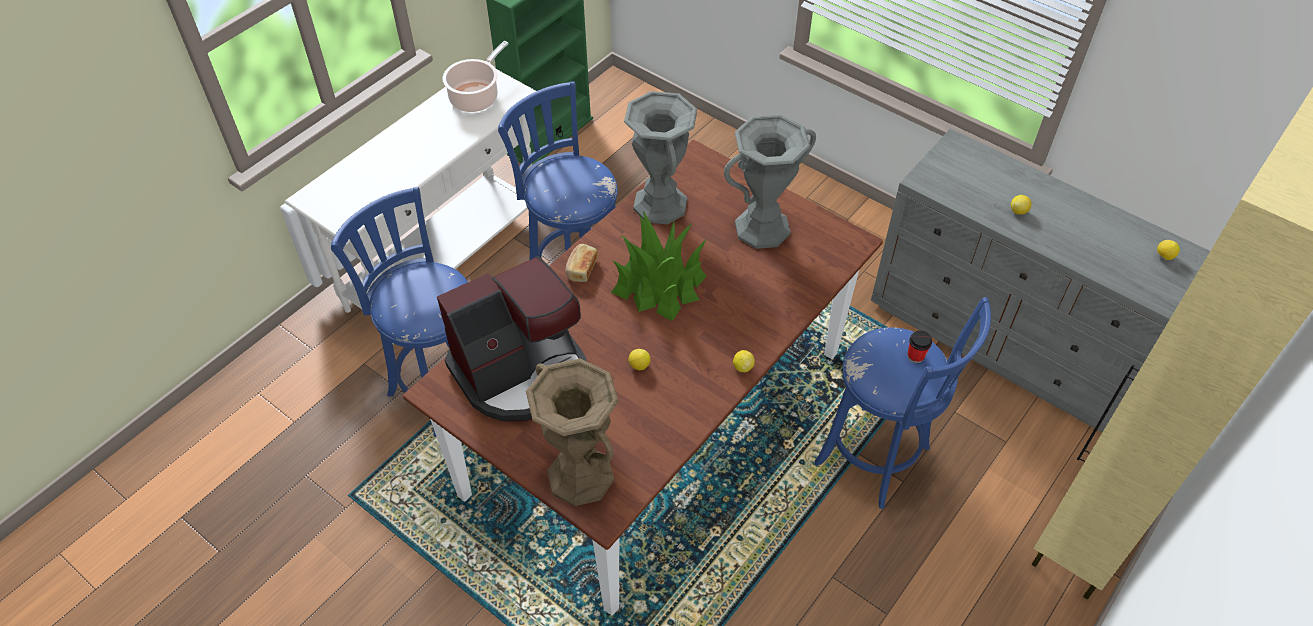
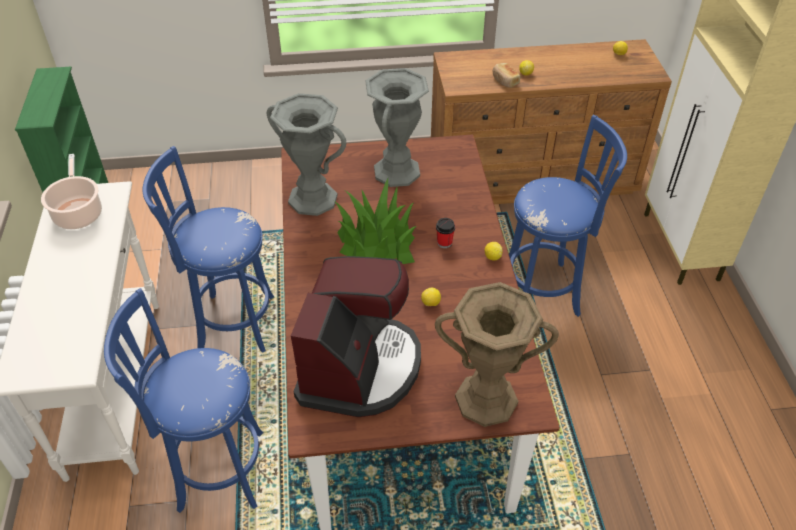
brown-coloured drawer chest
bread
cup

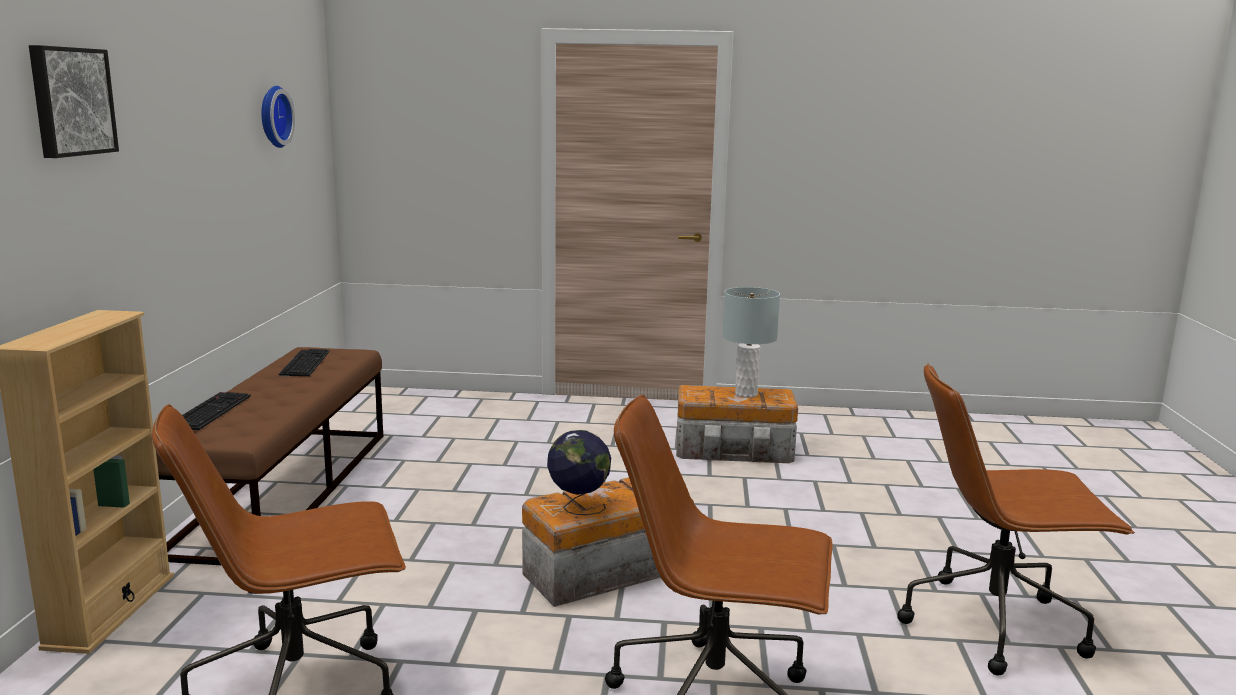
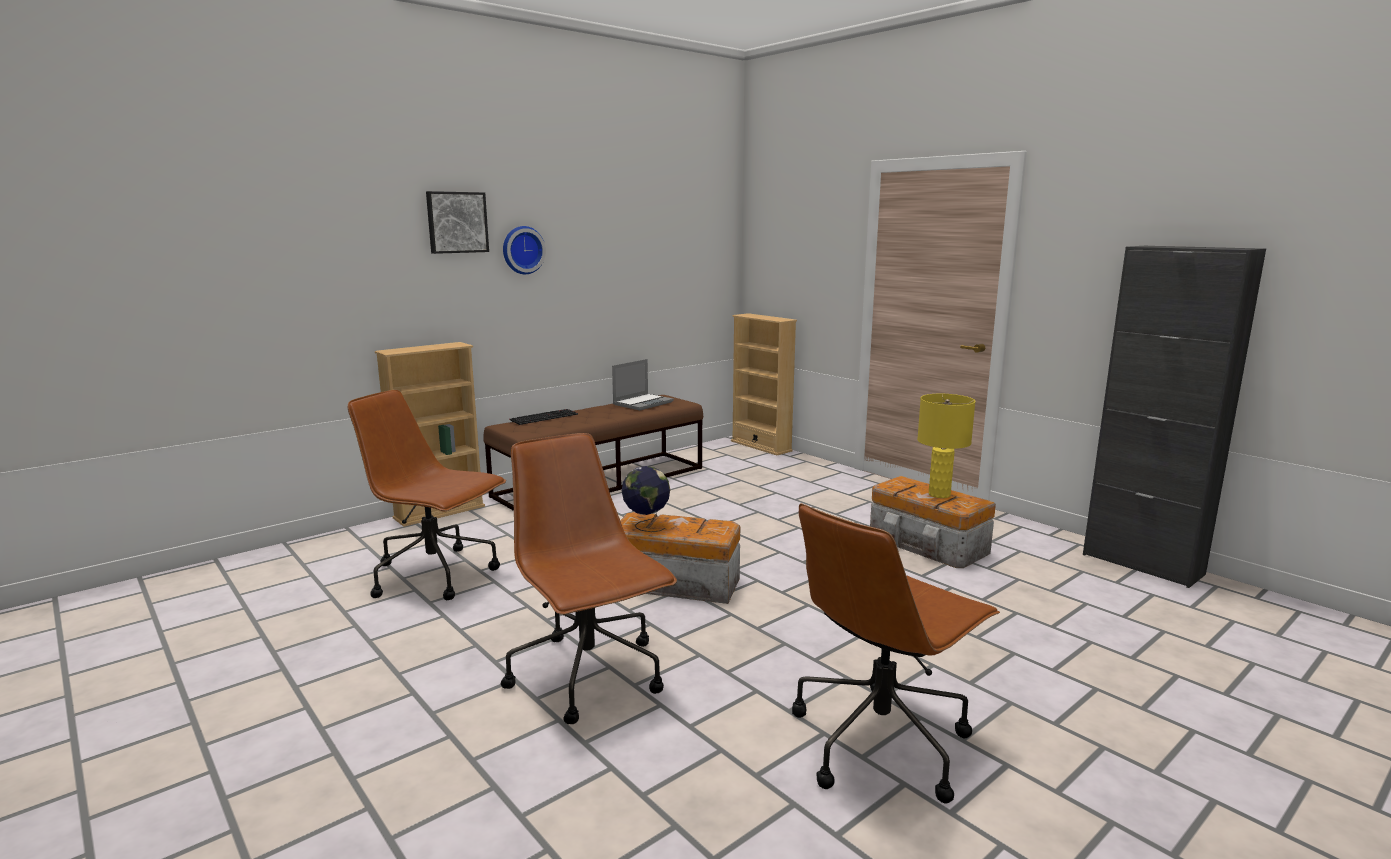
hanging clock
yellowish lamp for a table
laptop
brown-coloured computer chair (3rd from left)
blackish cupboard
beige-coloured bookcase (2nd from left)

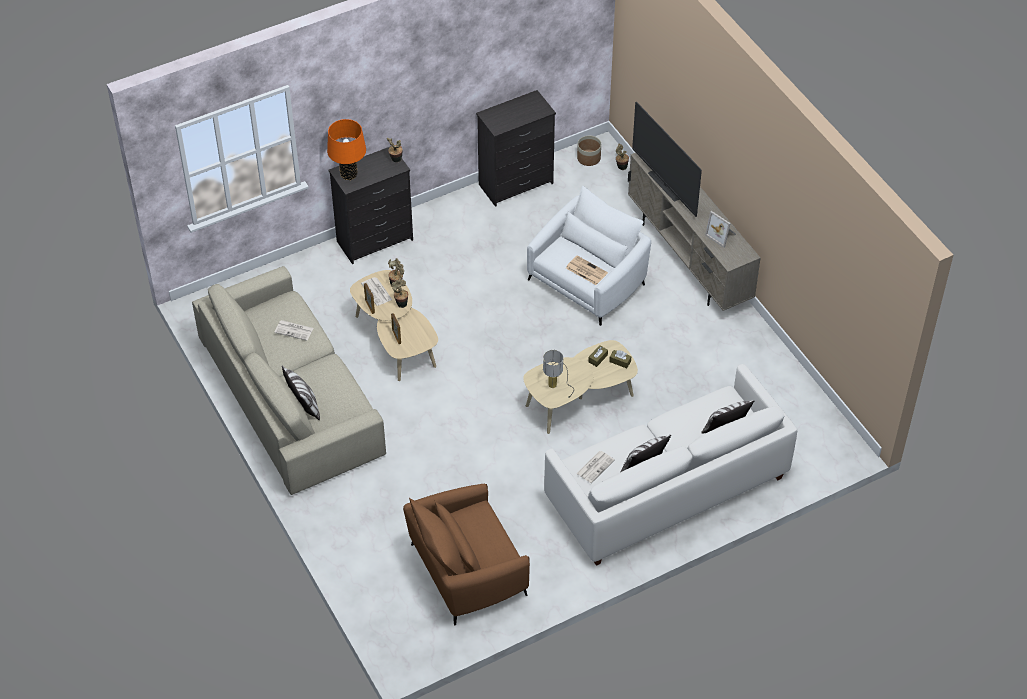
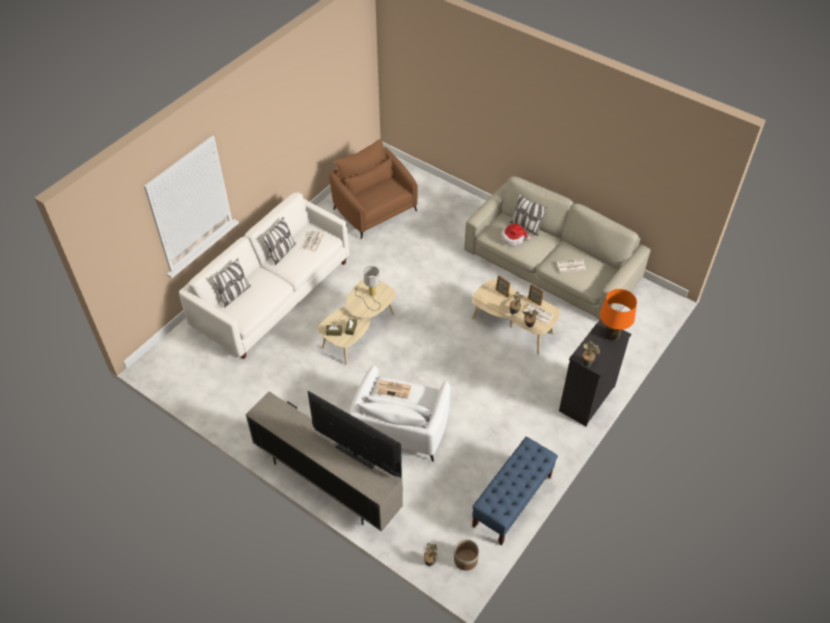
blue-coloured bench
picture frame (3rd from left in the first image)
brown-coloured lounge chair
clothing hat

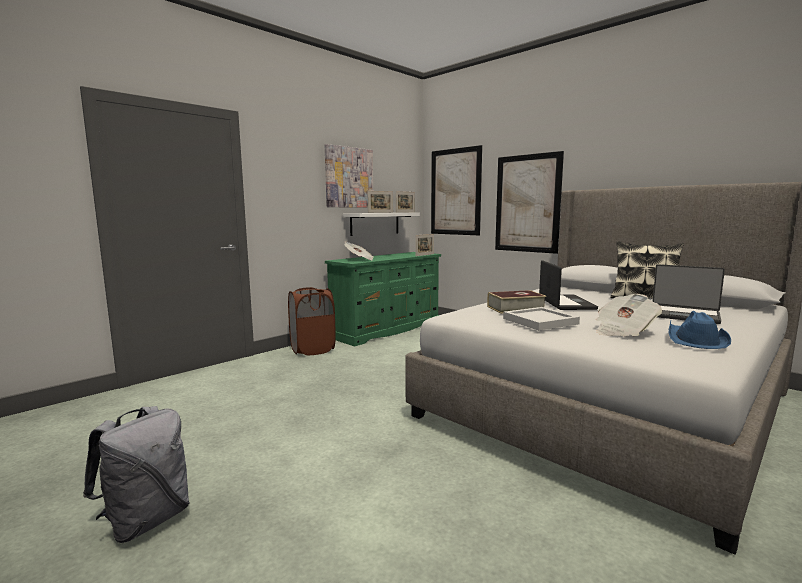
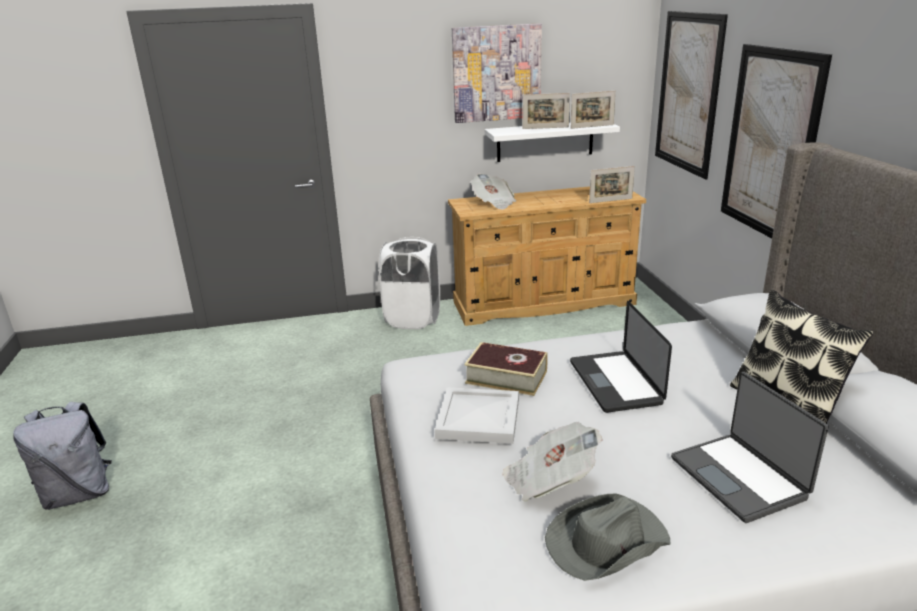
beige-coloured drawer chest
laptop (1st from left)
white-coloured hamper
grey clothing hat

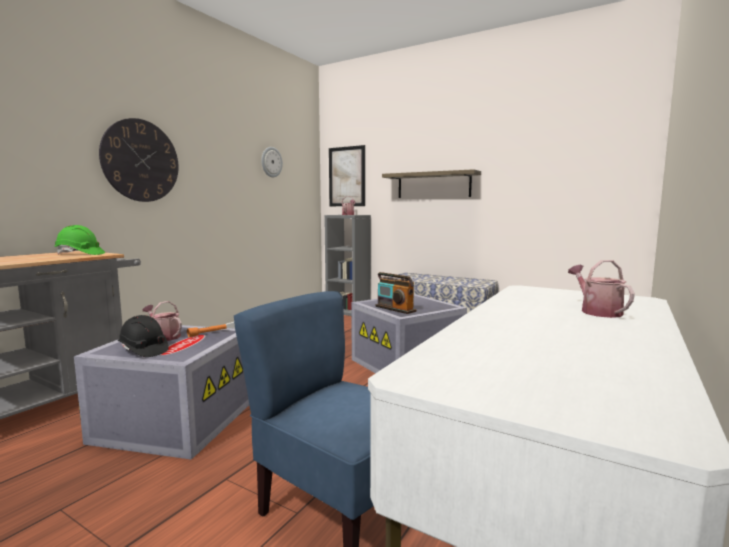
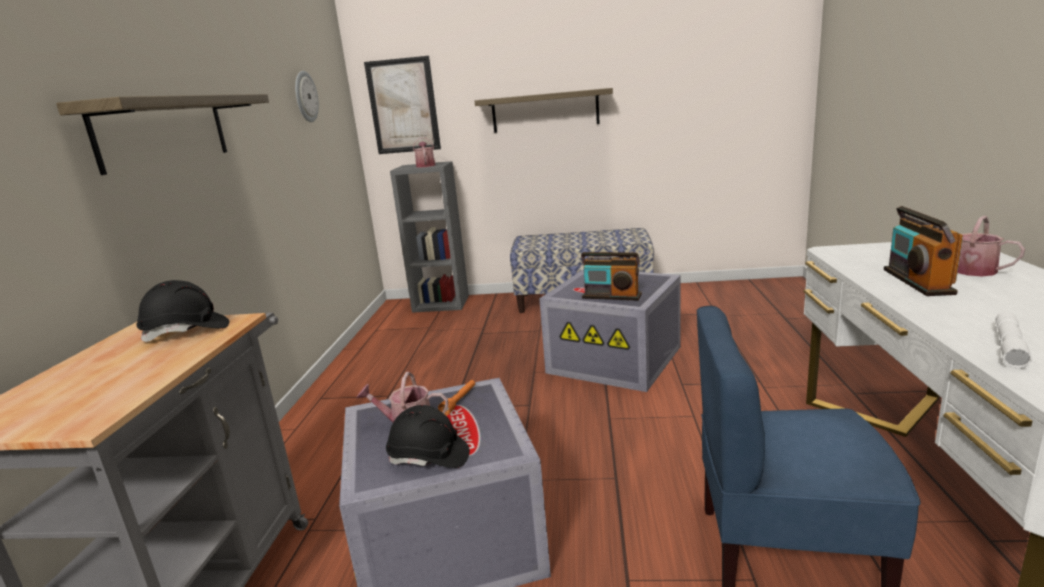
wall shelf (1st from left)
blackish work helmet (1st from left)
radio (2nd from left)
white-coloured flashlight

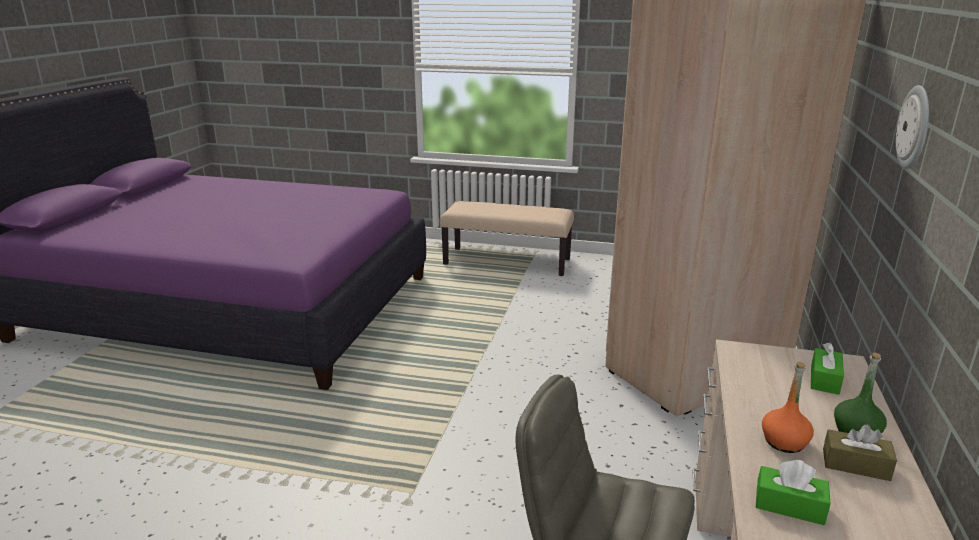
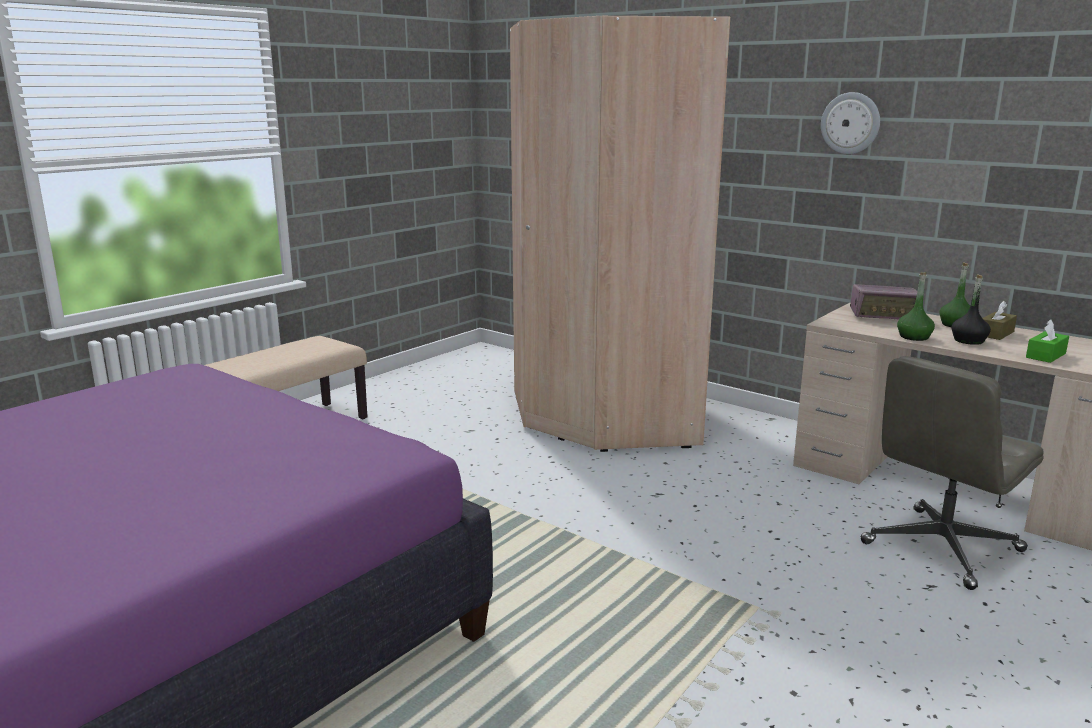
radio
blackish beverage bottle
greenish beverage bottle (1st from left)

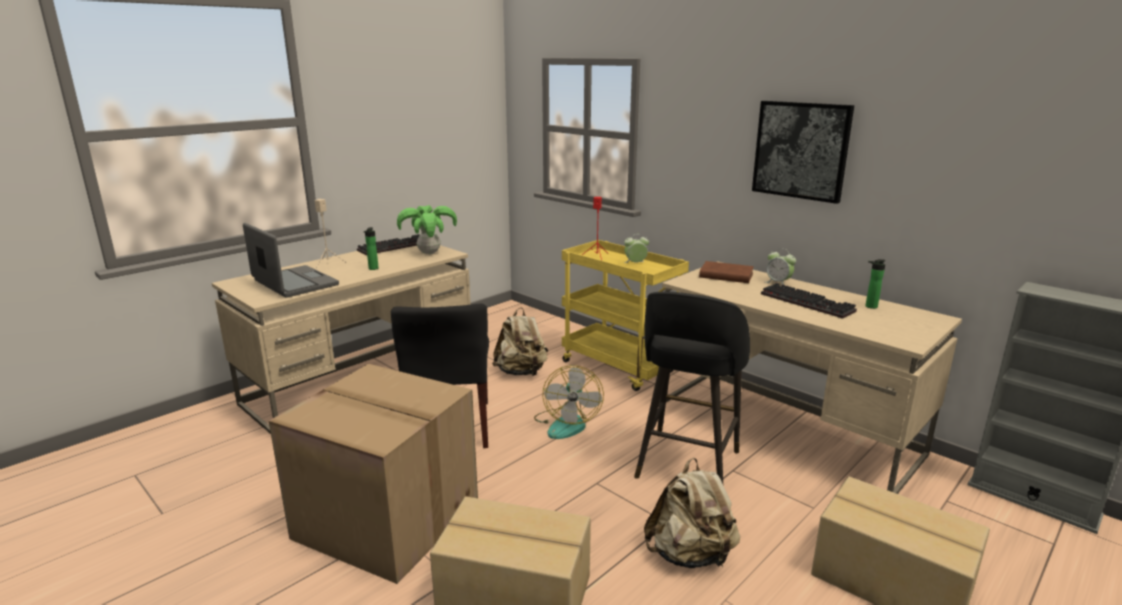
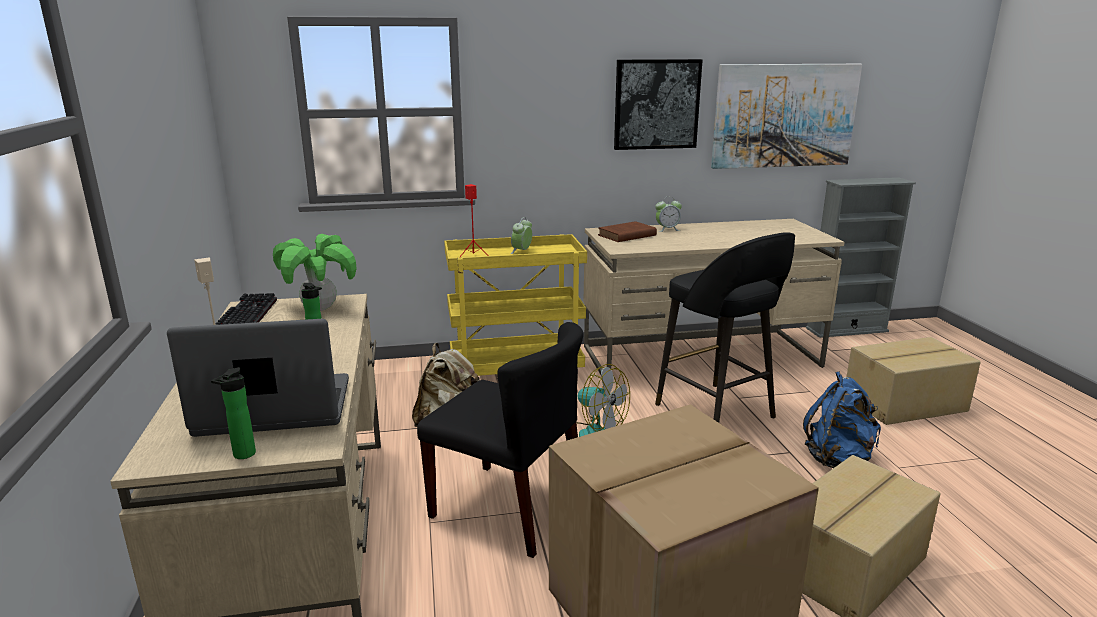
beverage bottle (1st from left)
keyboard (2nd from left in the first image)
blue-coloured rucksack
wall art (2nd from left)

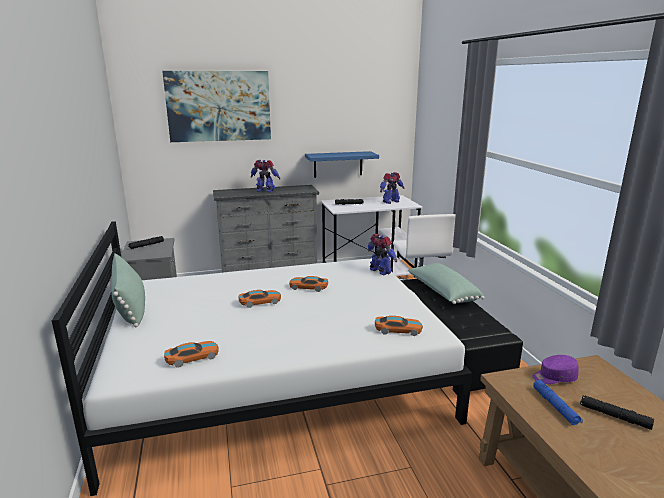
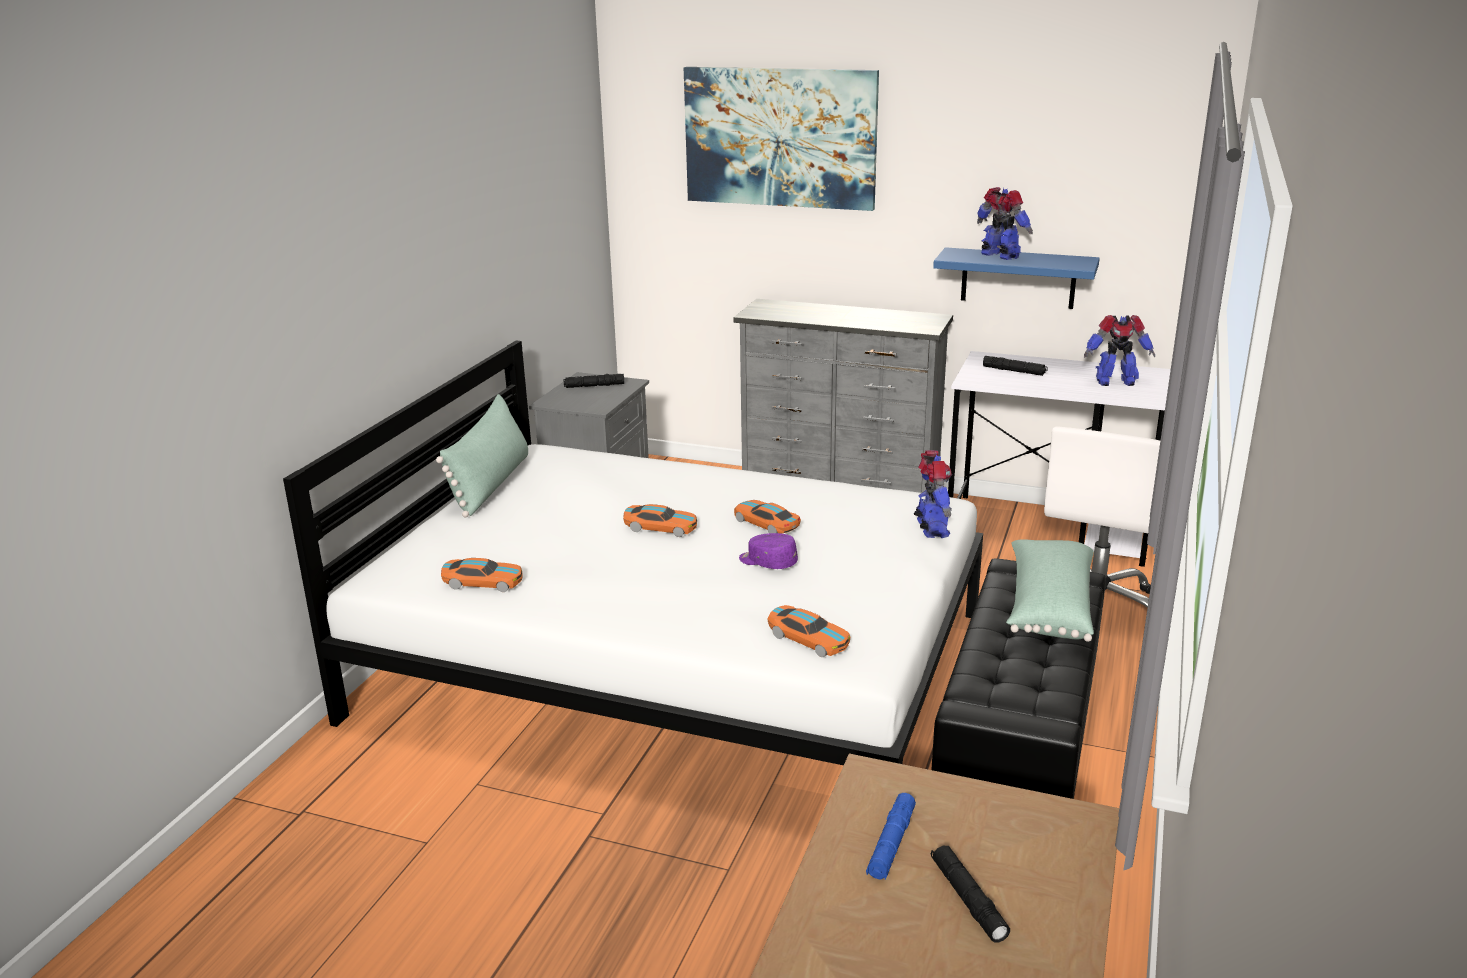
toy robot (2nd from left)
purple-coloured peaked cap

